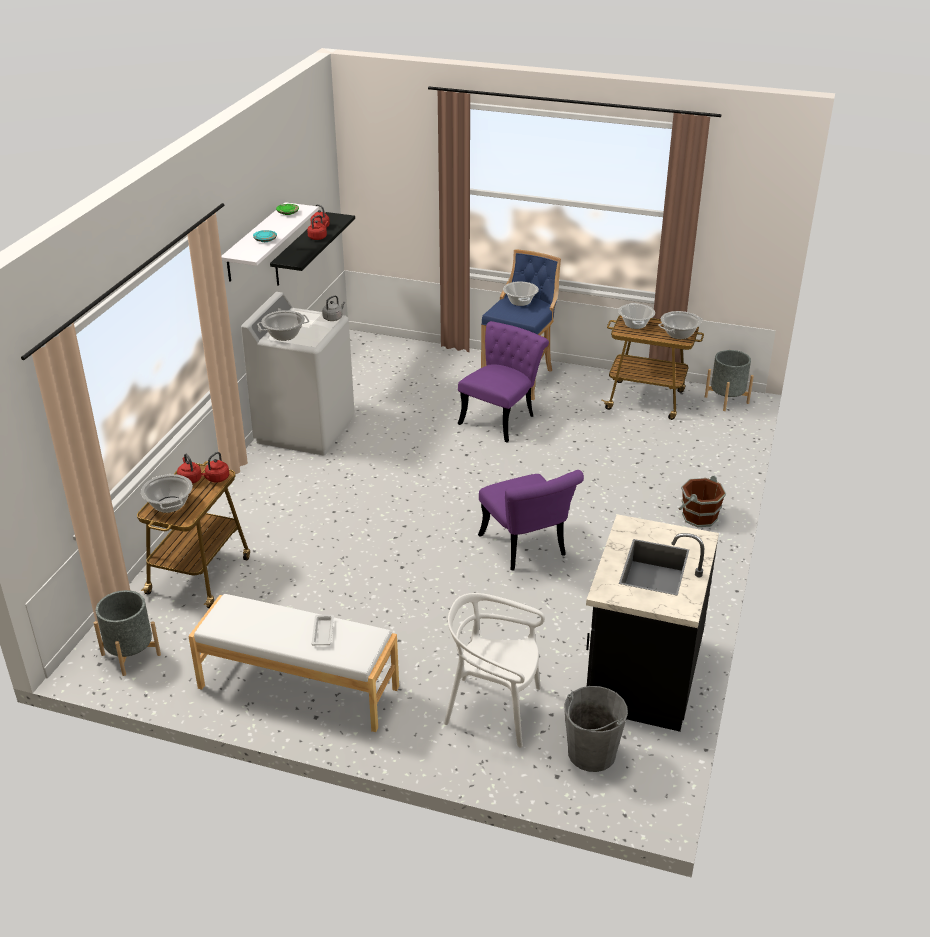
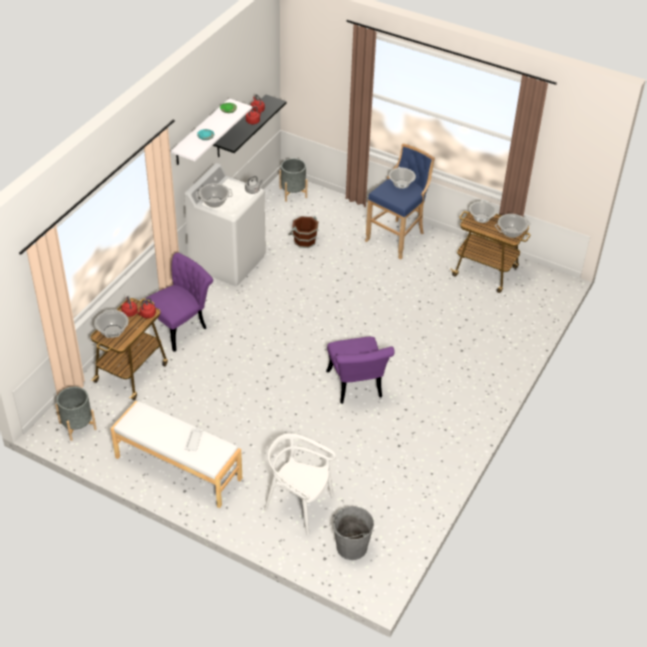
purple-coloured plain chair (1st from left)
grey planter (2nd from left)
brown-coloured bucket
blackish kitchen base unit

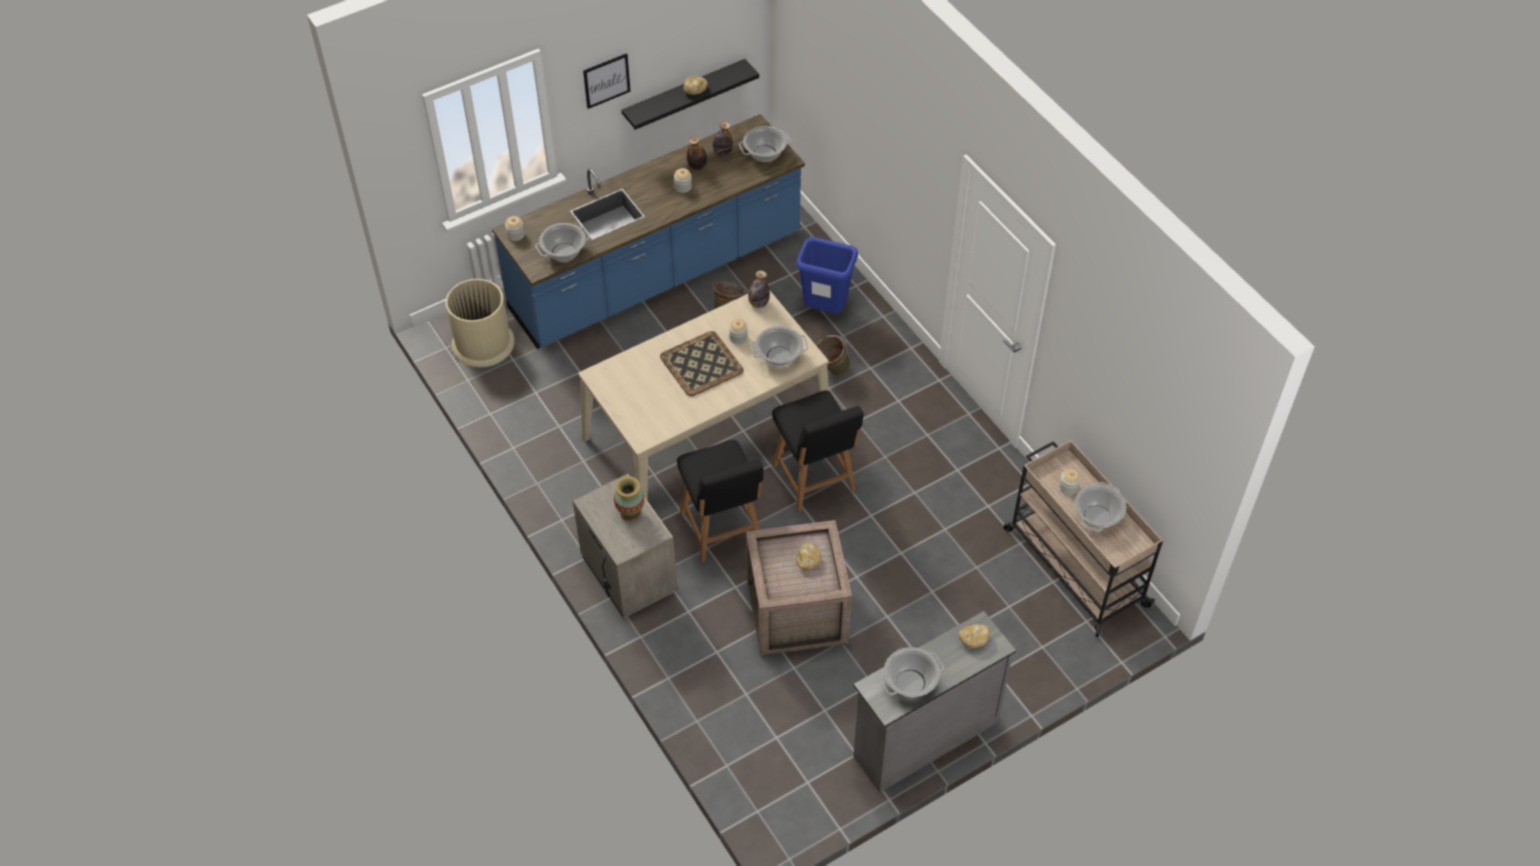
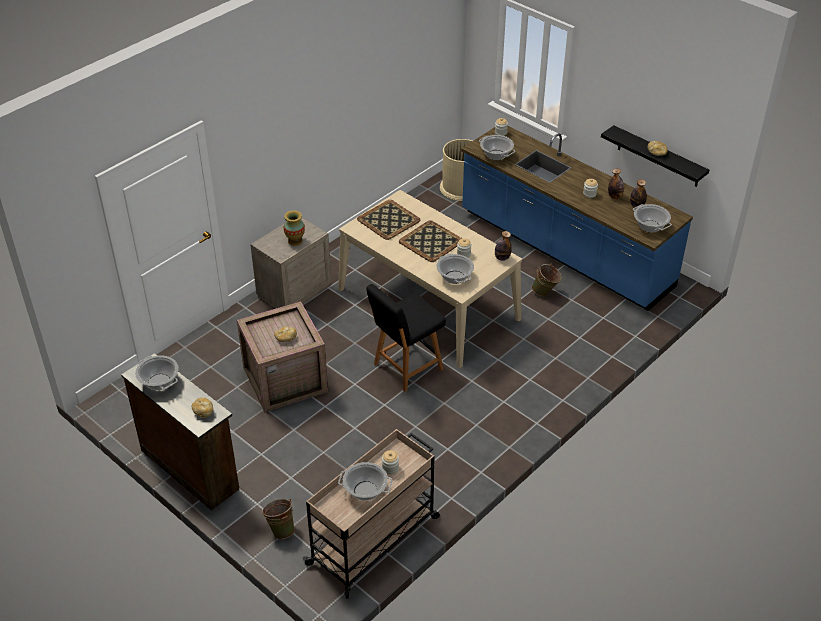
wall art
blue-coloured waste bin
greenish bucket (1st from left)
blackish plain chair (1st from left in the first image)
brown-coloured drawer chest
carrying tray (1st from left)

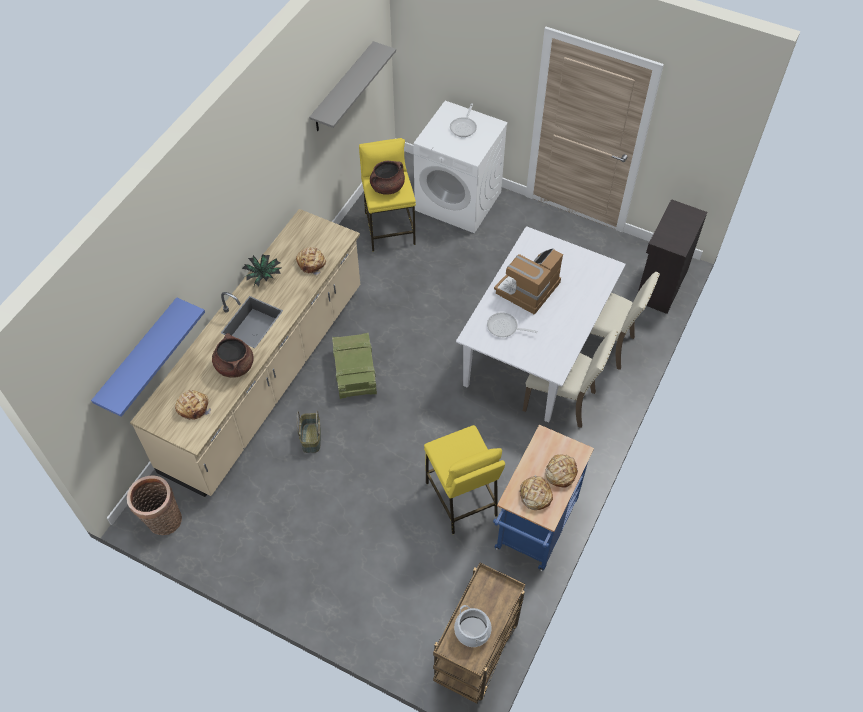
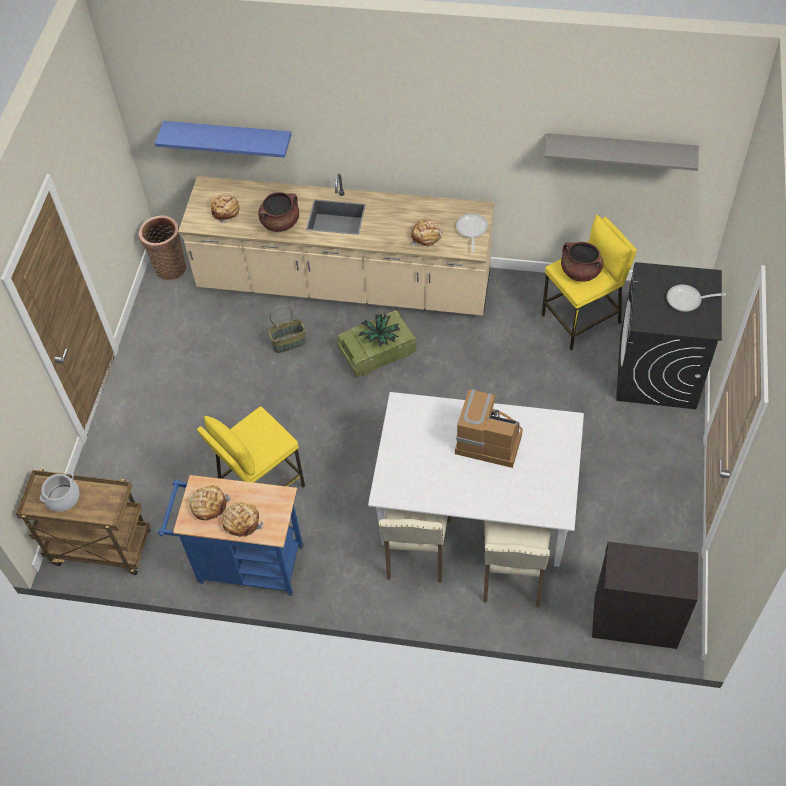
blackish washing machine
plant in a pot
skillet (1st from left)

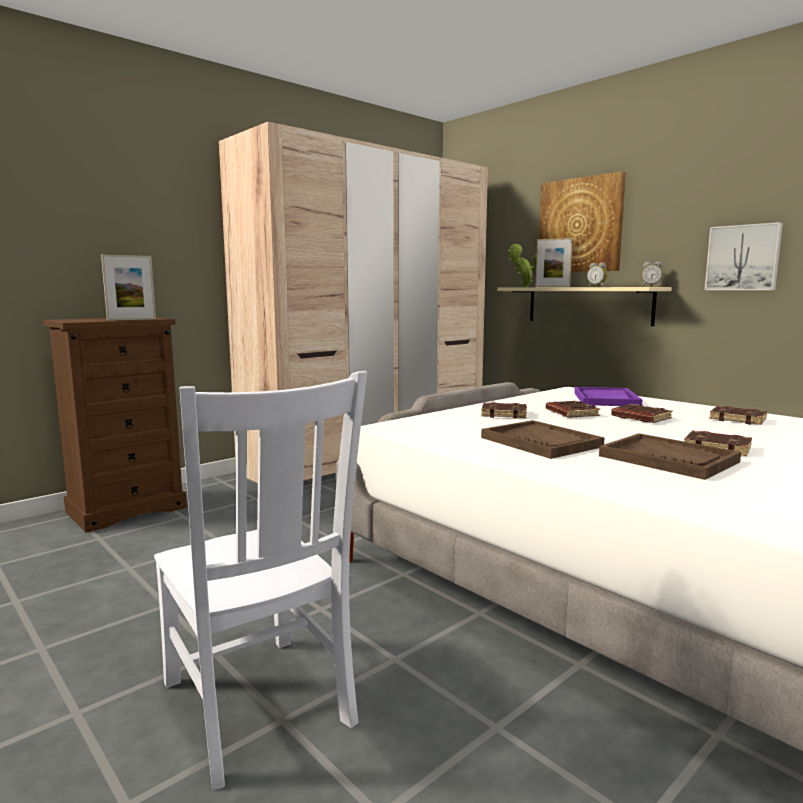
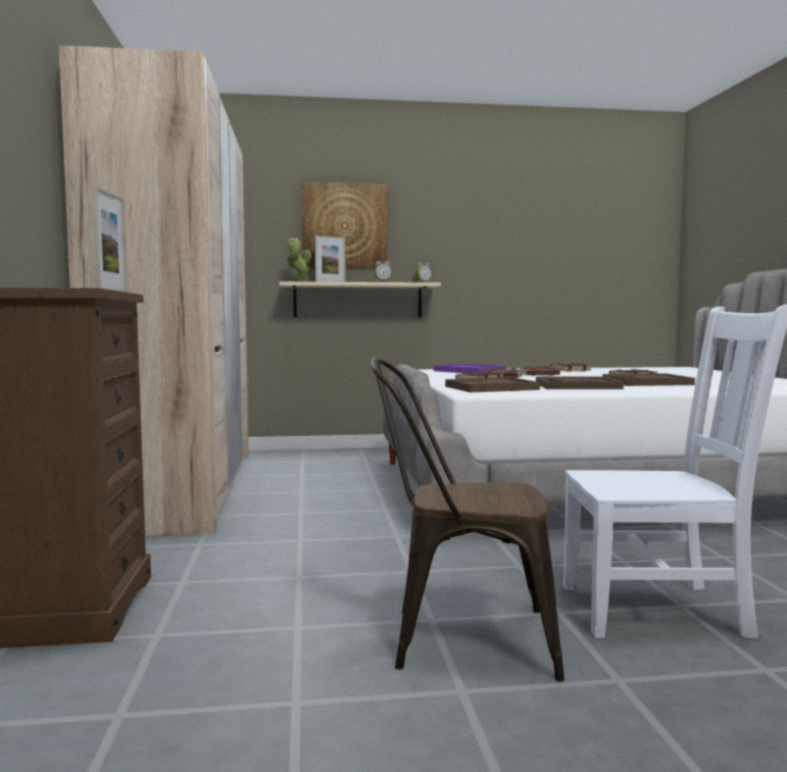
wall art (2nd from left in the first image)
brown-coloured plain chair
brown-coloured carrying tray (1st from left)

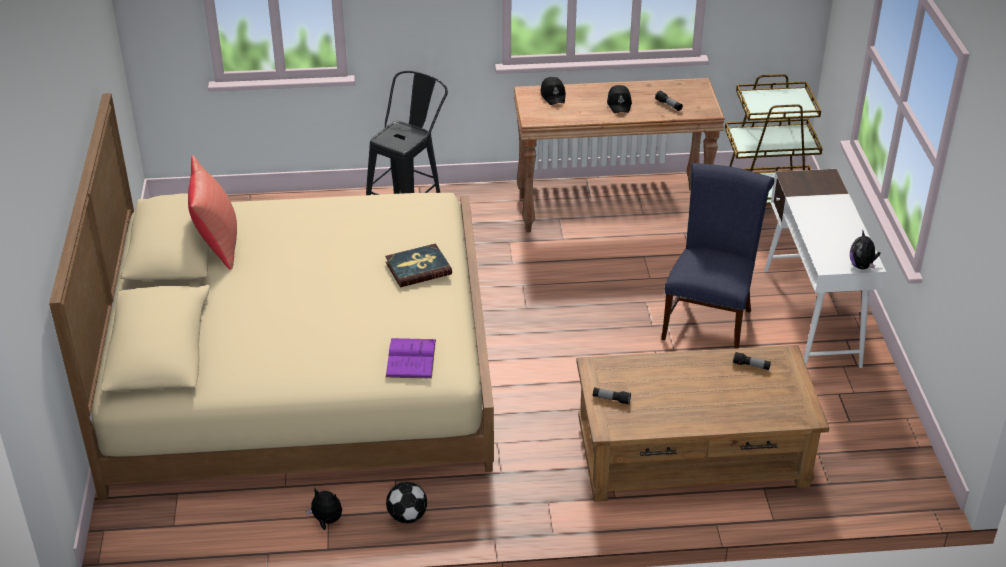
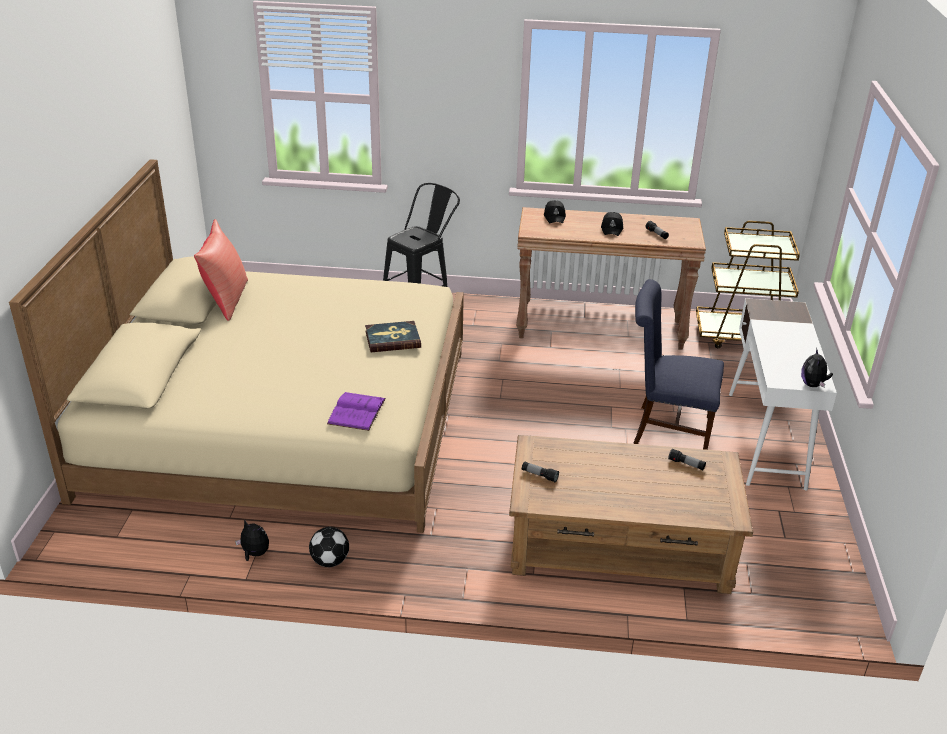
blue-coloured plain chair

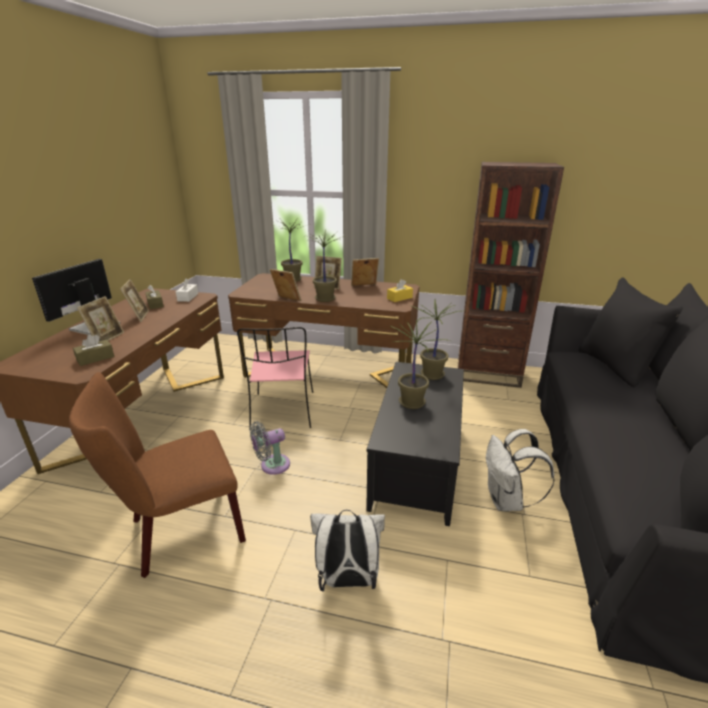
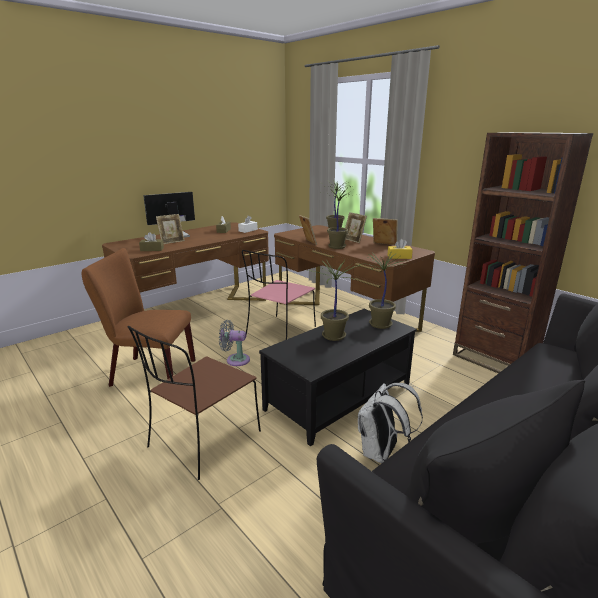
picture frame (2nd from left in the first image)
brown-coloured plain chair (2nd from left)

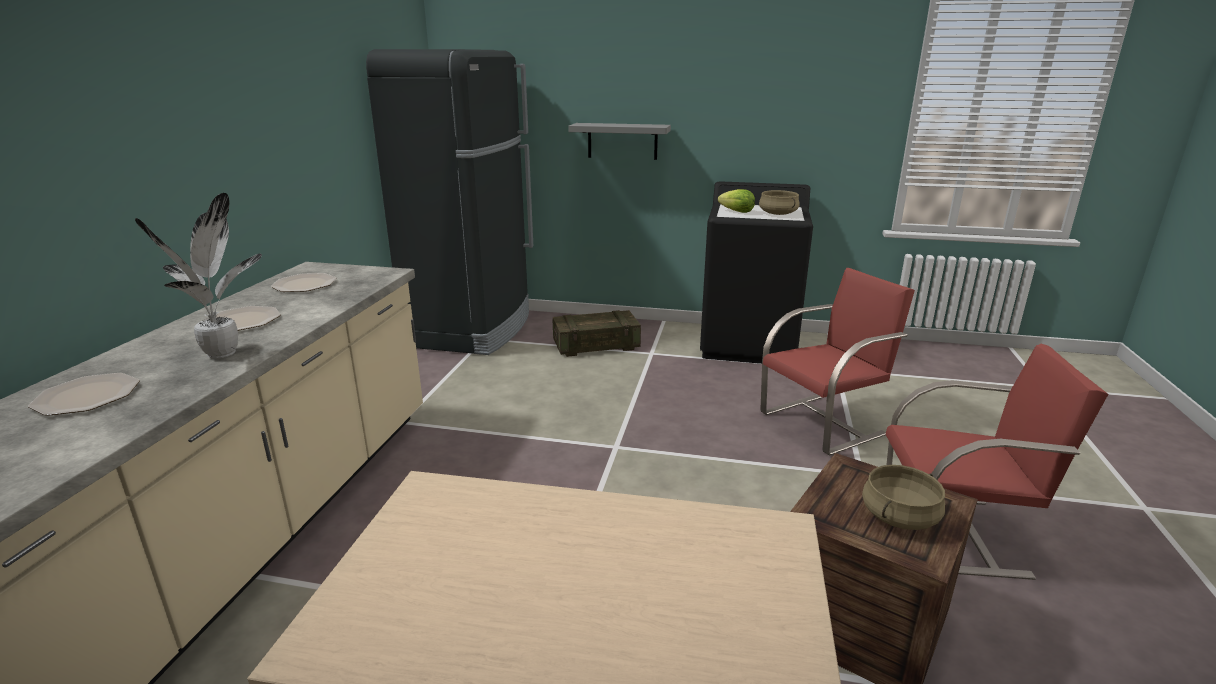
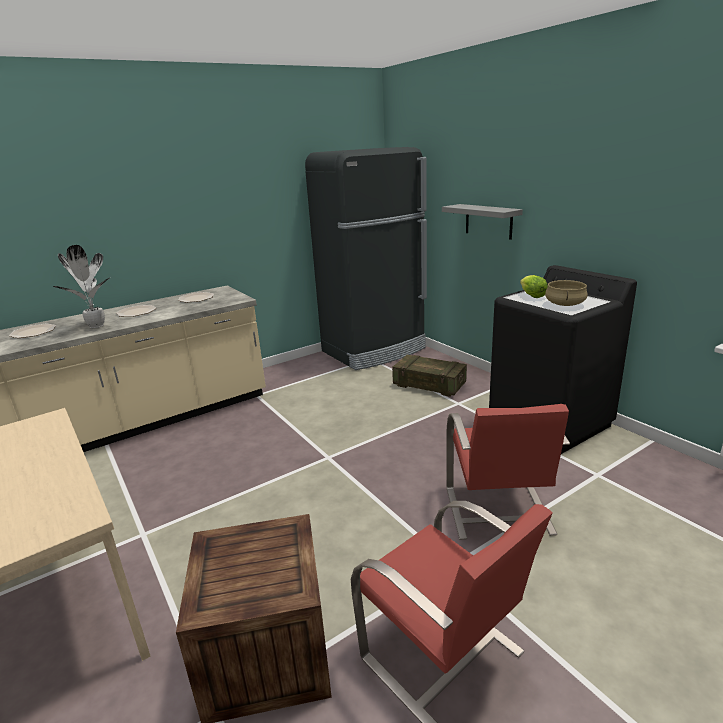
reddish plain chair (2nd from left)
beige-coloured saucepot (2nd from left in the first image)

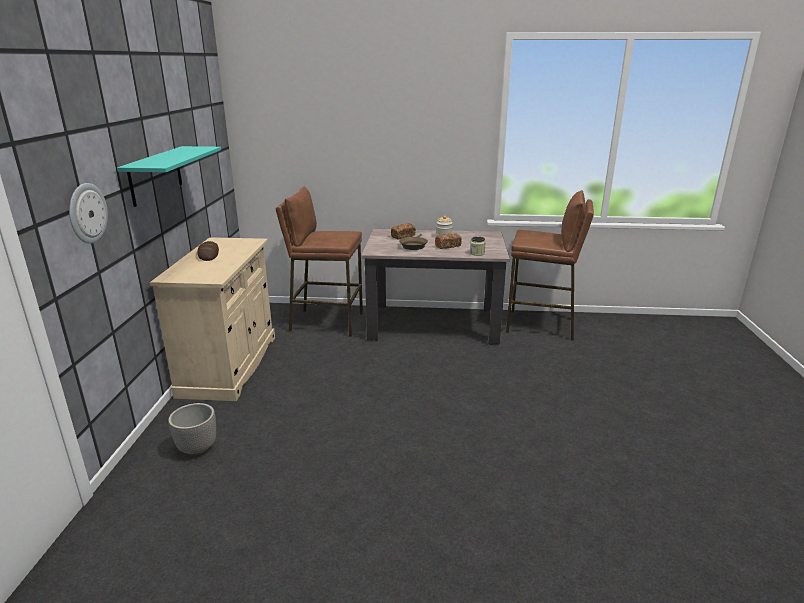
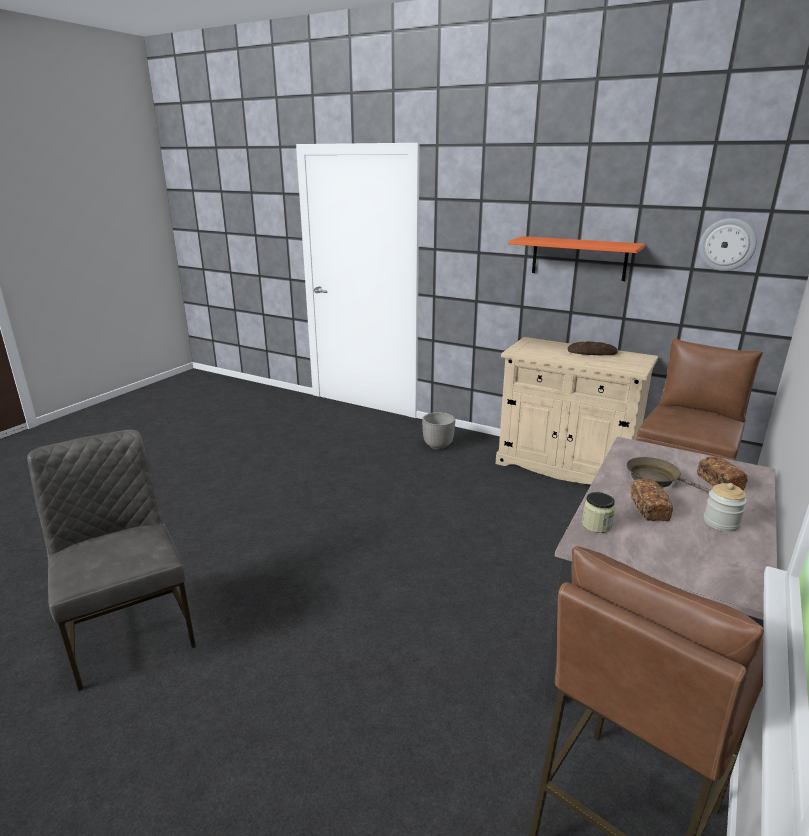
orange-coloured wall shelf
hanging clock
grey plain chair

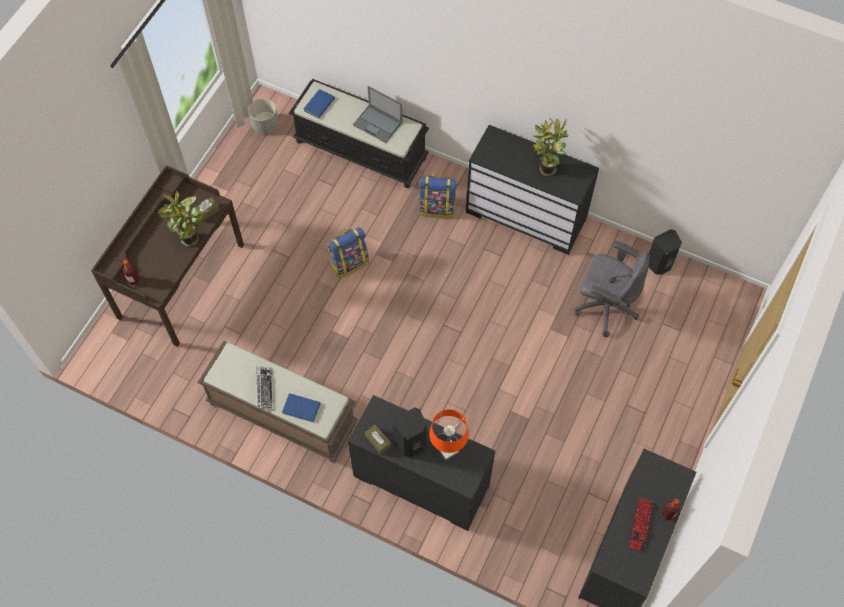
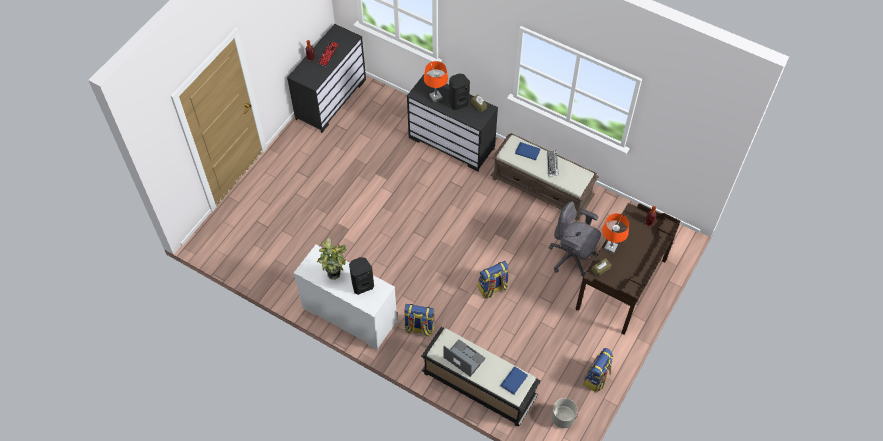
white-coloured drawer chest
orange-coloured lamp for a table (2nd from left)
blackish audio speaker (1st from left)
grey computer chair
rucksack (3rd from left)

